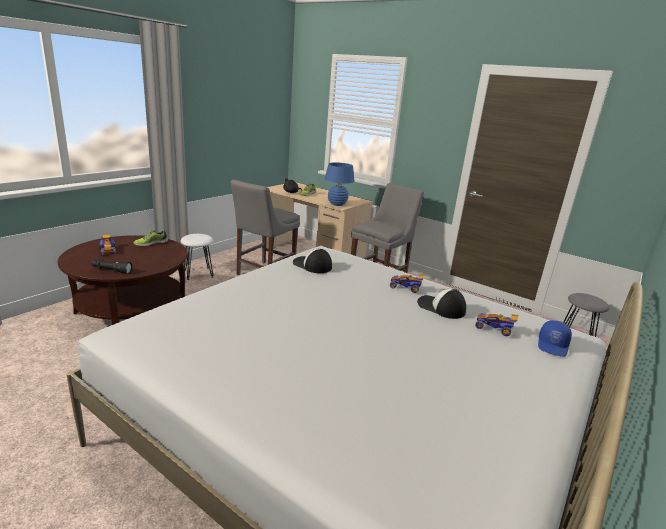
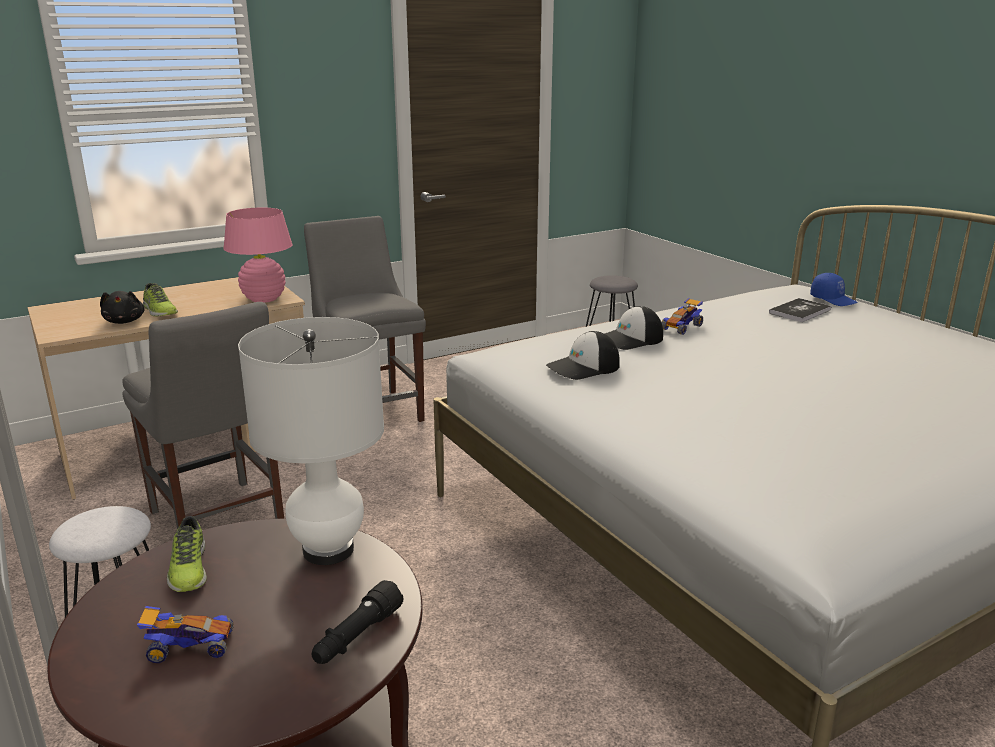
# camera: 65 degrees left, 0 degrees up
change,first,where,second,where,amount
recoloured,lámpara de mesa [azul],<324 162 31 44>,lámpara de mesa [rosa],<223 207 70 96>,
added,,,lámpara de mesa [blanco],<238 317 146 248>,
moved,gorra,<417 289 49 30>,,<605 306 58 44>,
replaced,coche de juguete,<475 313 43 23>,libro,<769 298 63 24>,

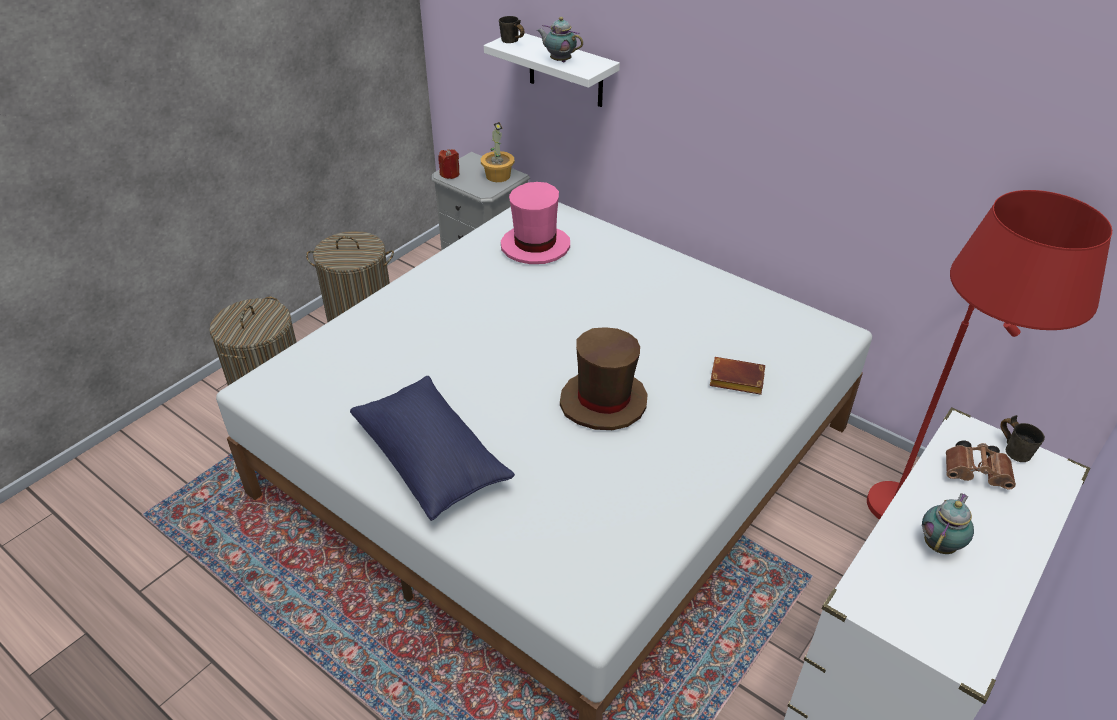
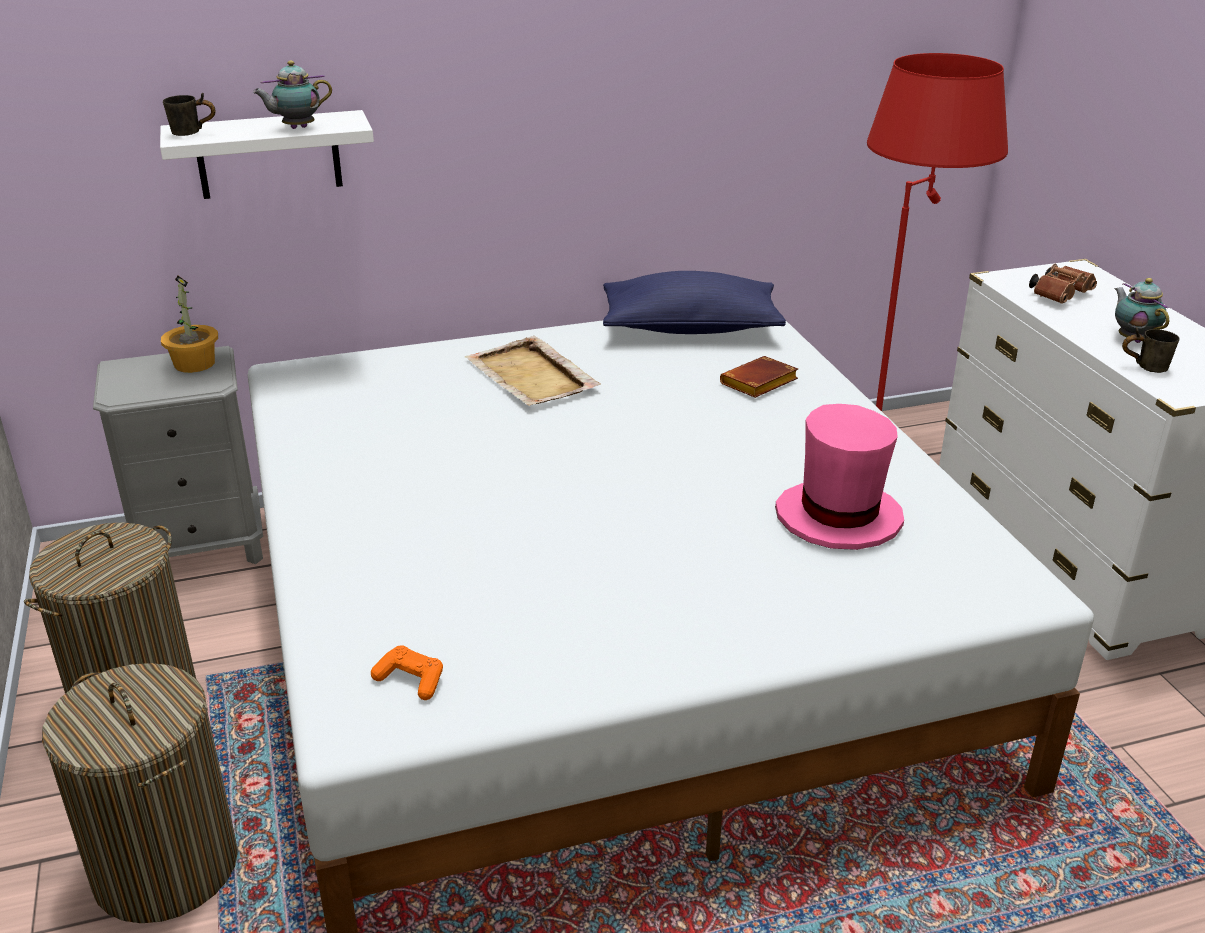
# camera: 55 degrees left, 10 degrees down
change,first,where,second,where,amount
added,,,mando de consola [naranja],<371 645 72 55>,
added,,,bandeja [beis],<465 336 136 70>,
moved,cojín [azul],<350 376 165 145>,,<603 271 183 63>,
moved,sombrero [rosa],<501 182 69 82>,,<775 404 129 146>,
moved,taza grande [gris],<1000 415 45 47>,,<1122 328 58 45>,
removed,vela [rojo],<438 149 21 30>,,,
removed,sombrero [marrón],<560 327 88 103>,,,

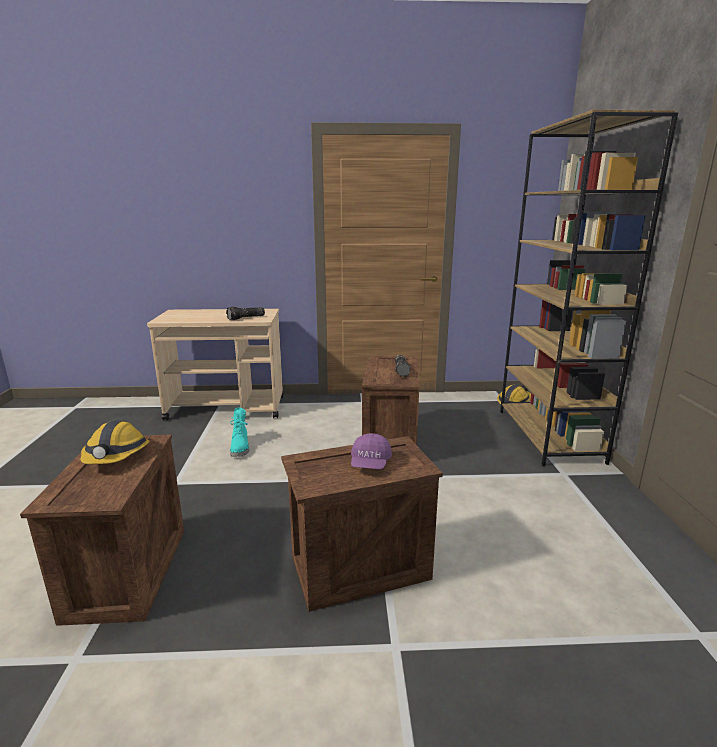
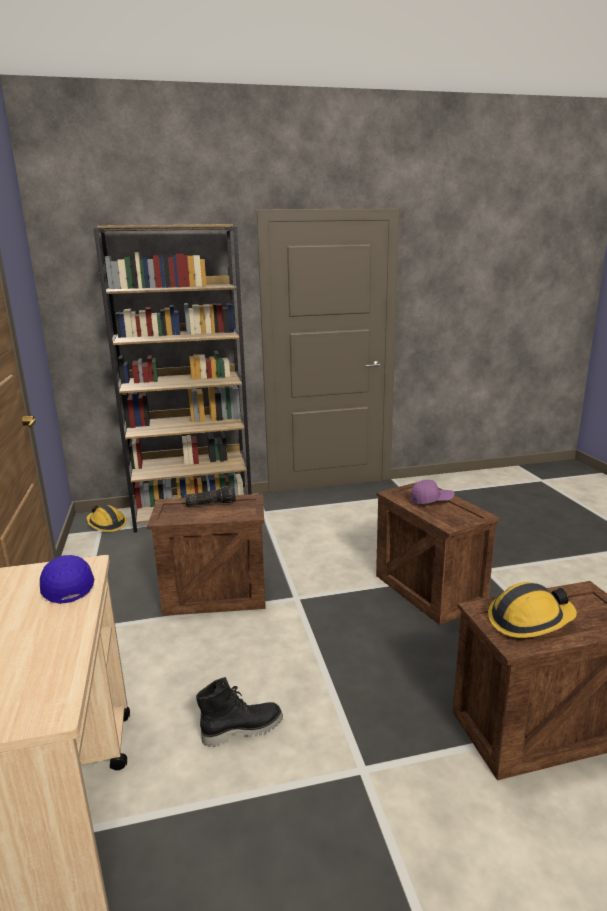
# camera: 100 degrees left, 0 degrees up
change,first,where,second,where,amount
replaced,linterna,<226 307 39 13>,gorra [azul],<40 555 54 49>,
recoloured,bota [turquesa],<230 407 19 50>,bota [negro],<196 677 87 70>,

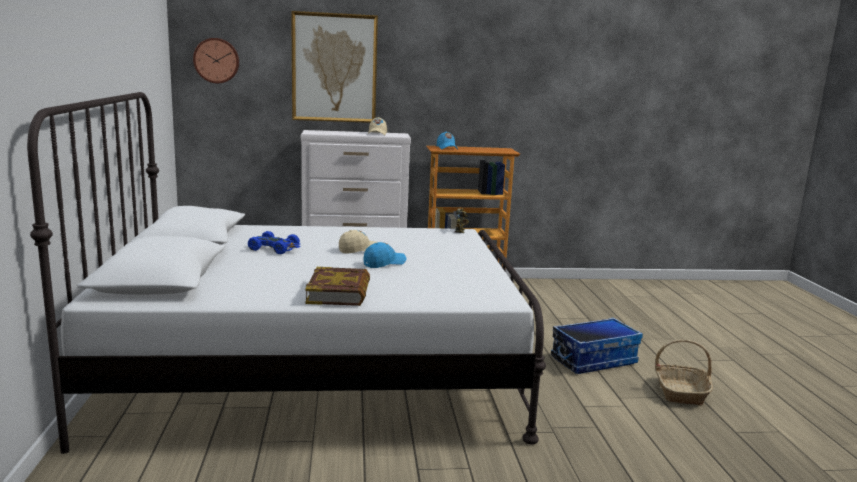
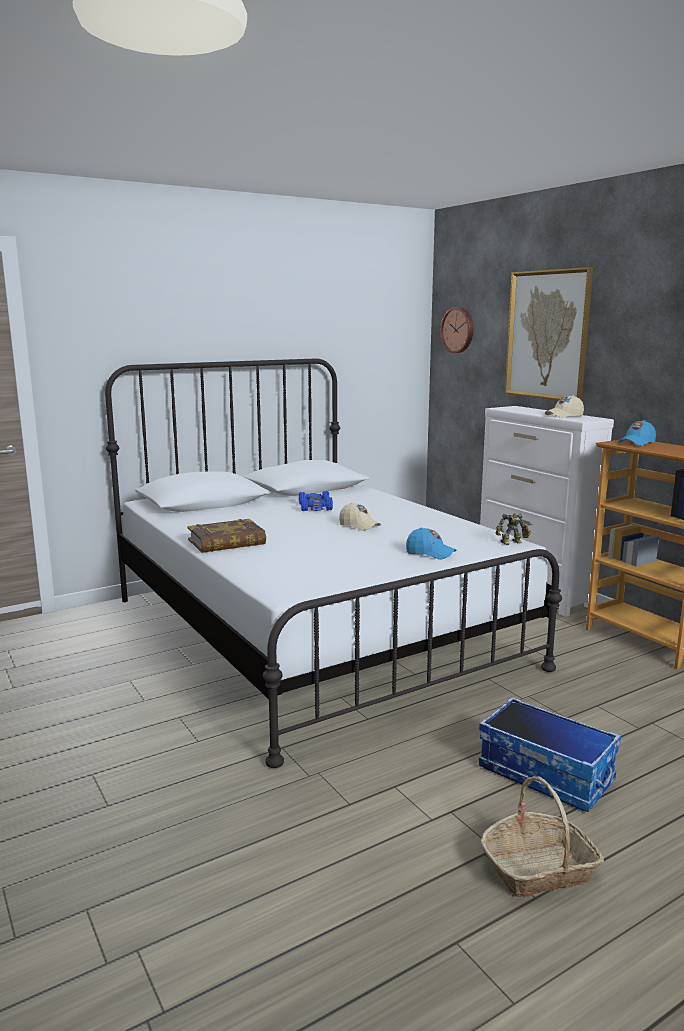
# camera: 65 degrees right, 0 degrees up
change,first,where,second,where,amount
moved,gorra [azul],<363 242 43 26>,,<406 528 50 32>,

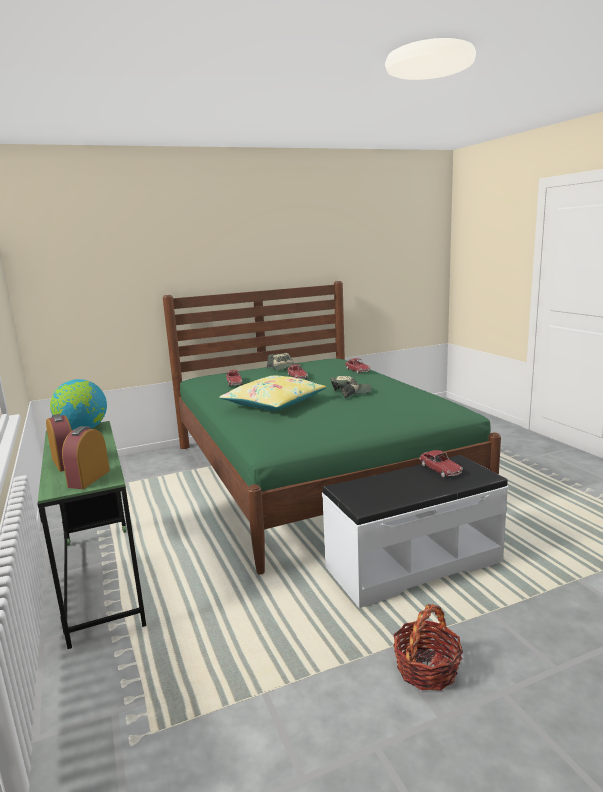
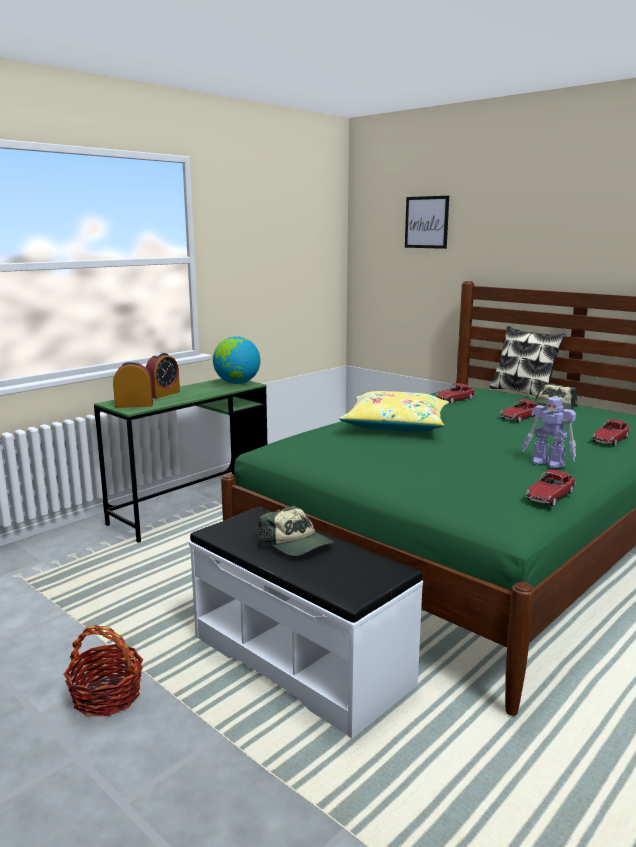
# camera: 65 degrees right, 0 degrees up
change,first,where,second,where,amount
moved,gorra,<331 376 41 22>,,<258 506 76 50>,
added,,,cuadro,<405 196 44 53>,
added,,,cojín,<489 326 76 71>,
added,,,robot de juguete,<522 397 54 71>,
moved,coche de juguete,<420 450 43 28>,,<526 469 50 37>,

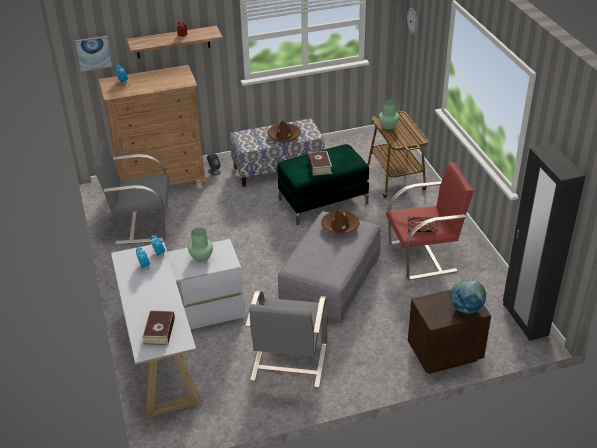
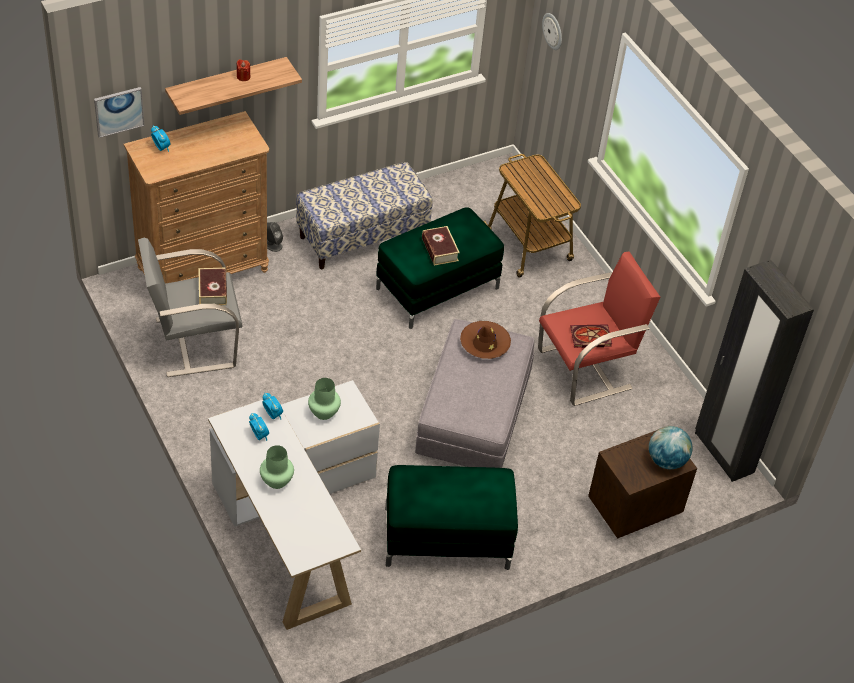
# camera: 15 degrees left, 10 degrees up
change,first,where,second,where,amount
moved,libro,<142 310 33 36>,,<198 268 29 37>,
moved,florero [verde],<379 100 20 30>,,<260 445 34 44>,
replaced,sillón [gris],<245 290 83 98>,puf [verde],<385 465 133 105>,
removed,sombrero [marrón],<267 120 34 23>,,,

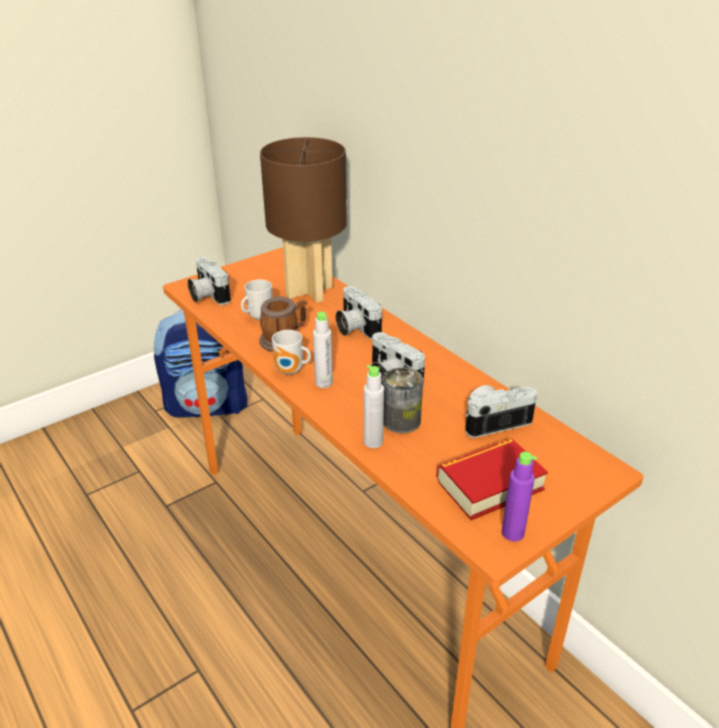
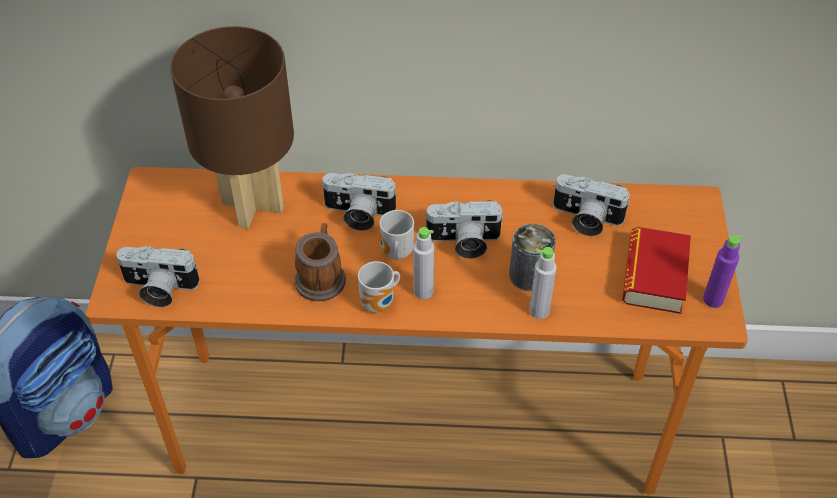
# camera: 50 degrees left, 15 degrees up
change,first,where,second,where,amount
moved,taza grande,<241 280 32 40>,,<380 210 34 50>,
turned,cámara,<465 385 72 53>,,<553 174 77 62>,90 degrees counterclockwise

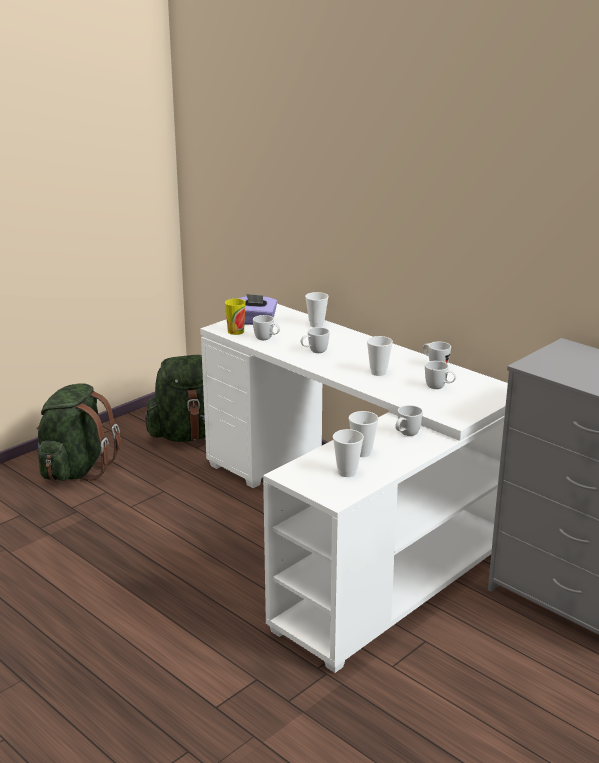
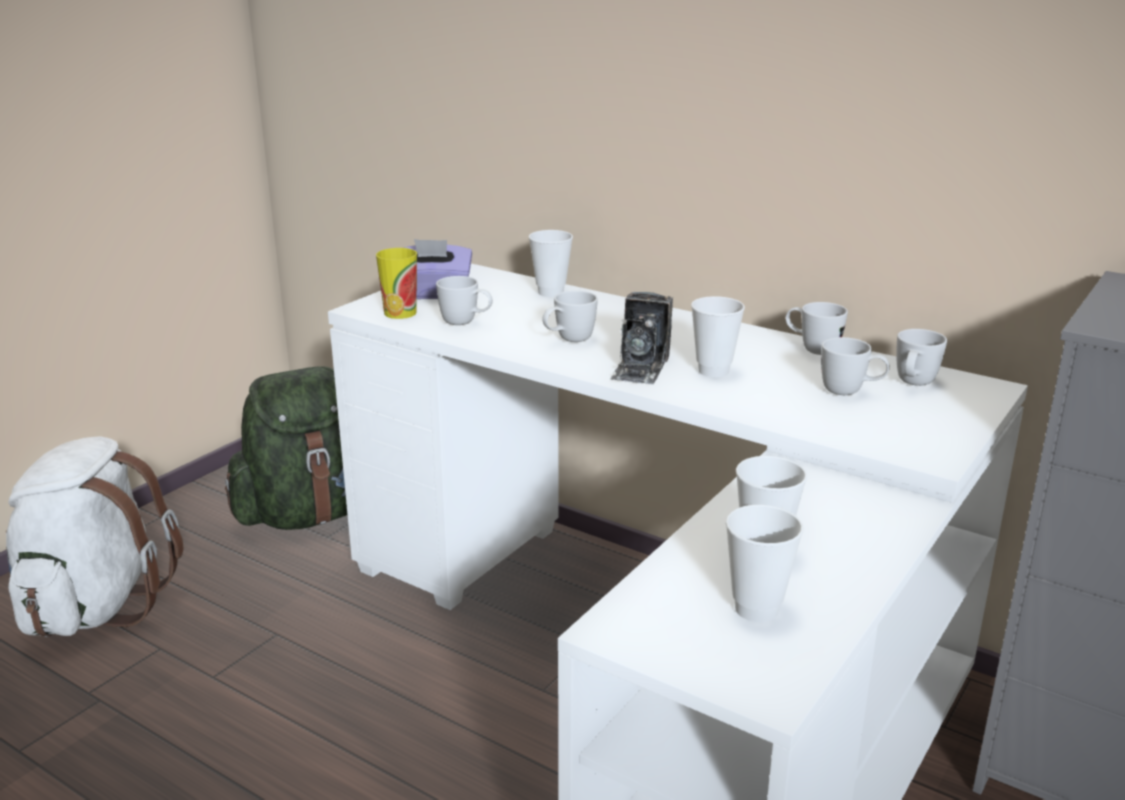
# camera: 10 degrees left, 0 degrees up
change,first,where,second,where,amount
recoloured,mochila [verde],<37 384 84 97>,mochila [blanco],<6 436 178 201>,
added,,,cámara,<610 292 63 92>,
moved,taza grande [blanco],<395 405 28 31>,,<896 329 51 57>,

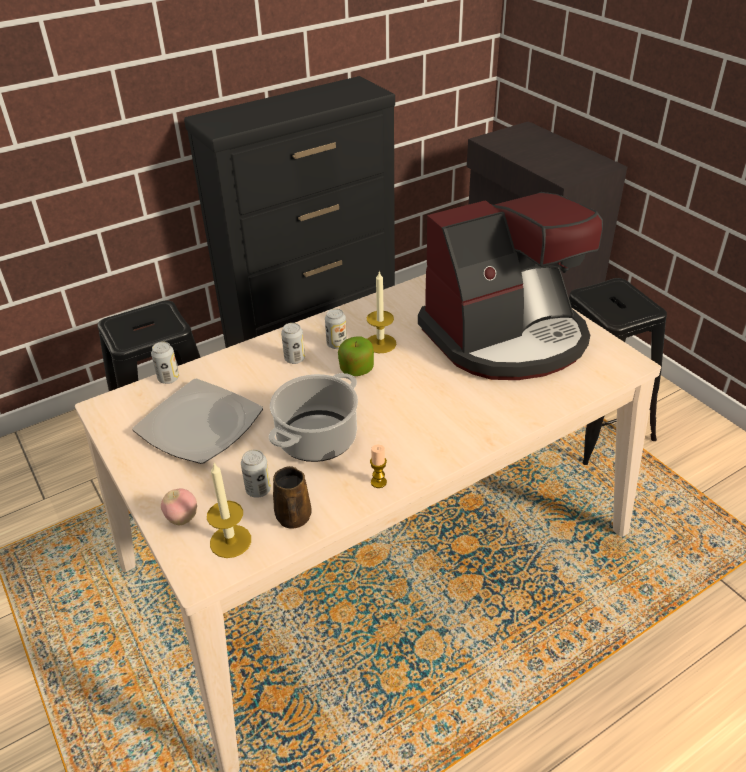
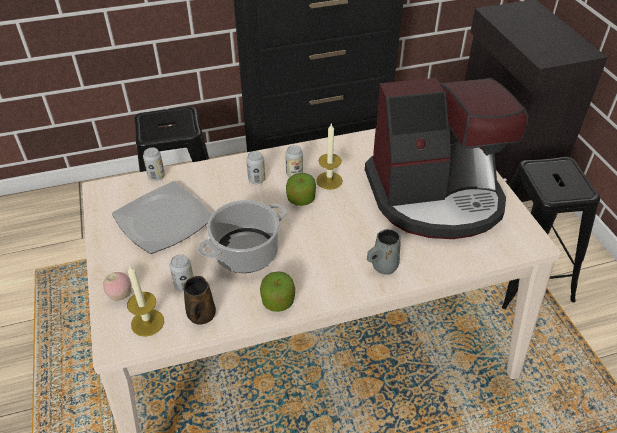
# camera: 15 degrees right, 5 degrees up
change,first,where,second,where,amount
replaced,vela,<370 445 17 43>,manzana,<260 271 35 41>,
added,,,taza grande [gris],<367 229 34 46>,

